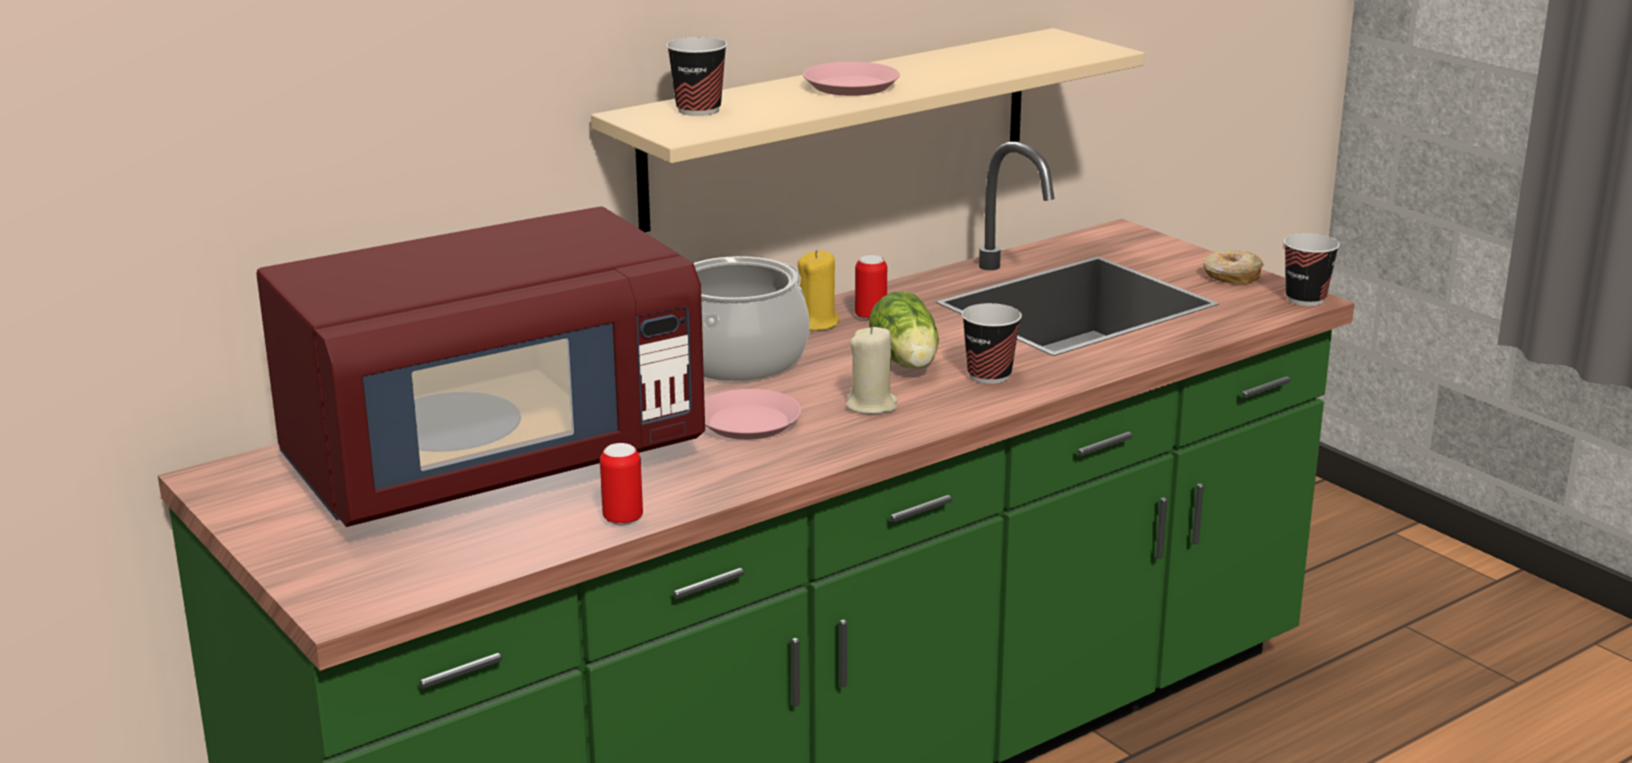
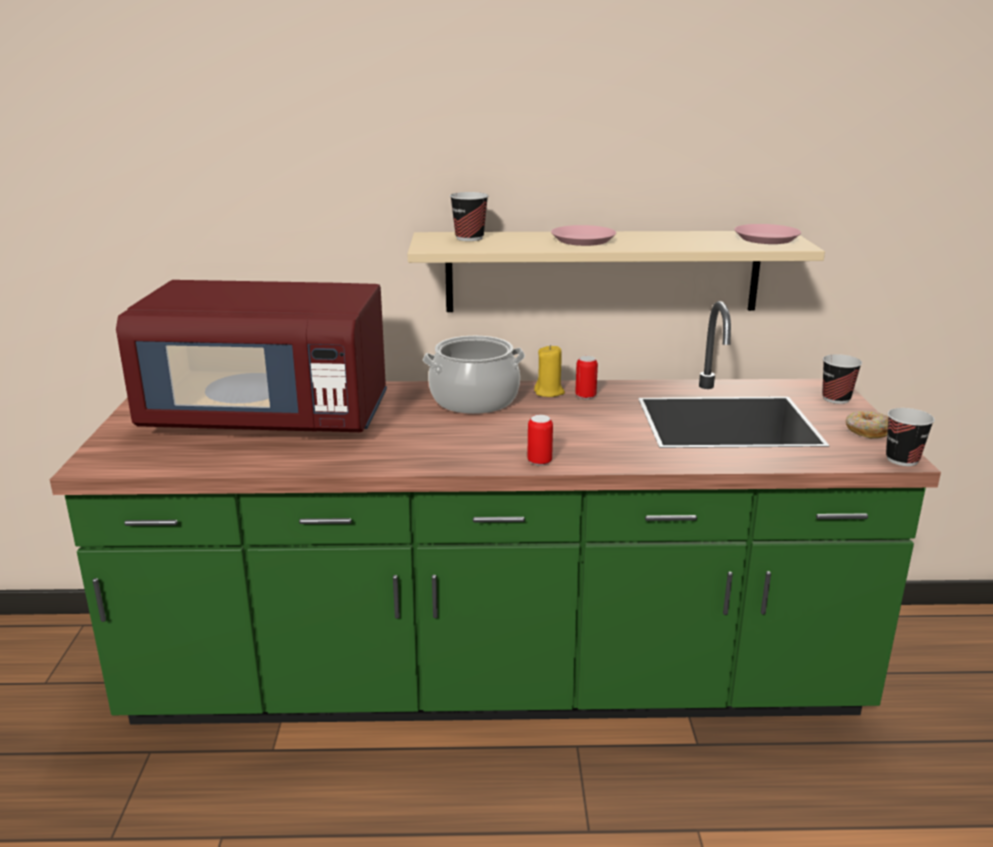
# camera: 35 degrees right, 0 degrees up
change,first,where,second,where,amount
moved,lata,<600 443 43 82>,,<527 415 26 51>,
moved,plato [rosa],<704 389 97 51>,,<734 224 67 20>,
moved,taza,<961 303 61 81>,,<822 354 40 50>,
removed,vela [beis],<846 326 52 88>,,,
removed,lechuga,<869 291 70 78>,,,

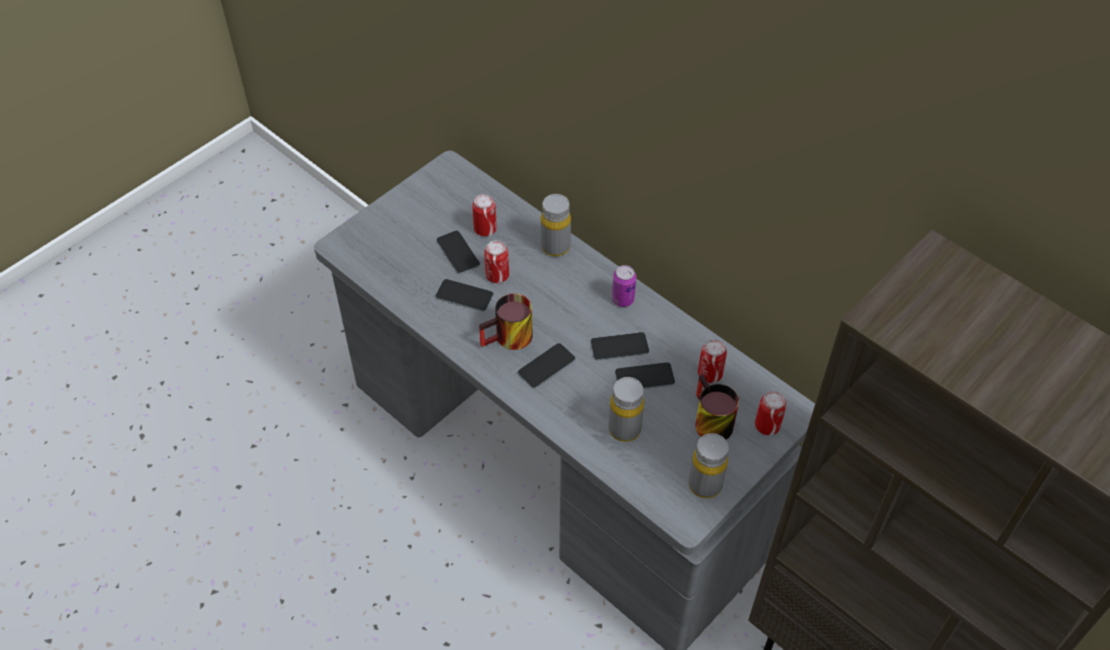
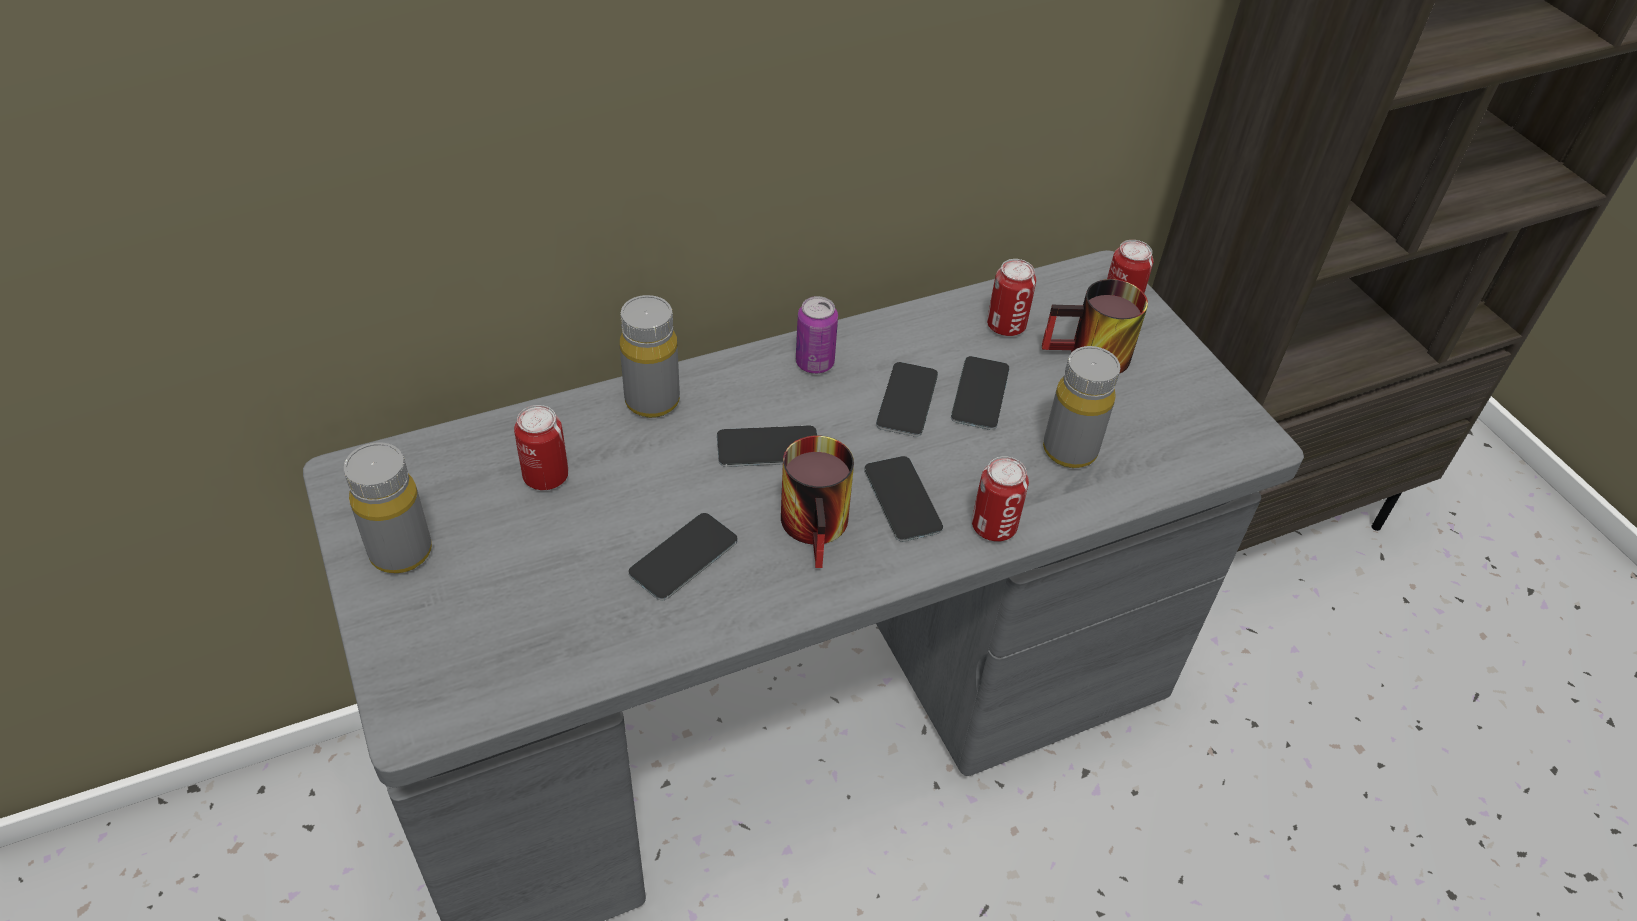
# camera: 70 degrees left, 5 degrees down
change,first,where,second,where,amount
moved,botella [gris],<689 433 40 65>,,<344 442 88 131>,
moved,móvil,<436 231 44 43>,,<717 425 100 42>,
moved,lata,<484 240 25 43>,,<972 456 57 85>,

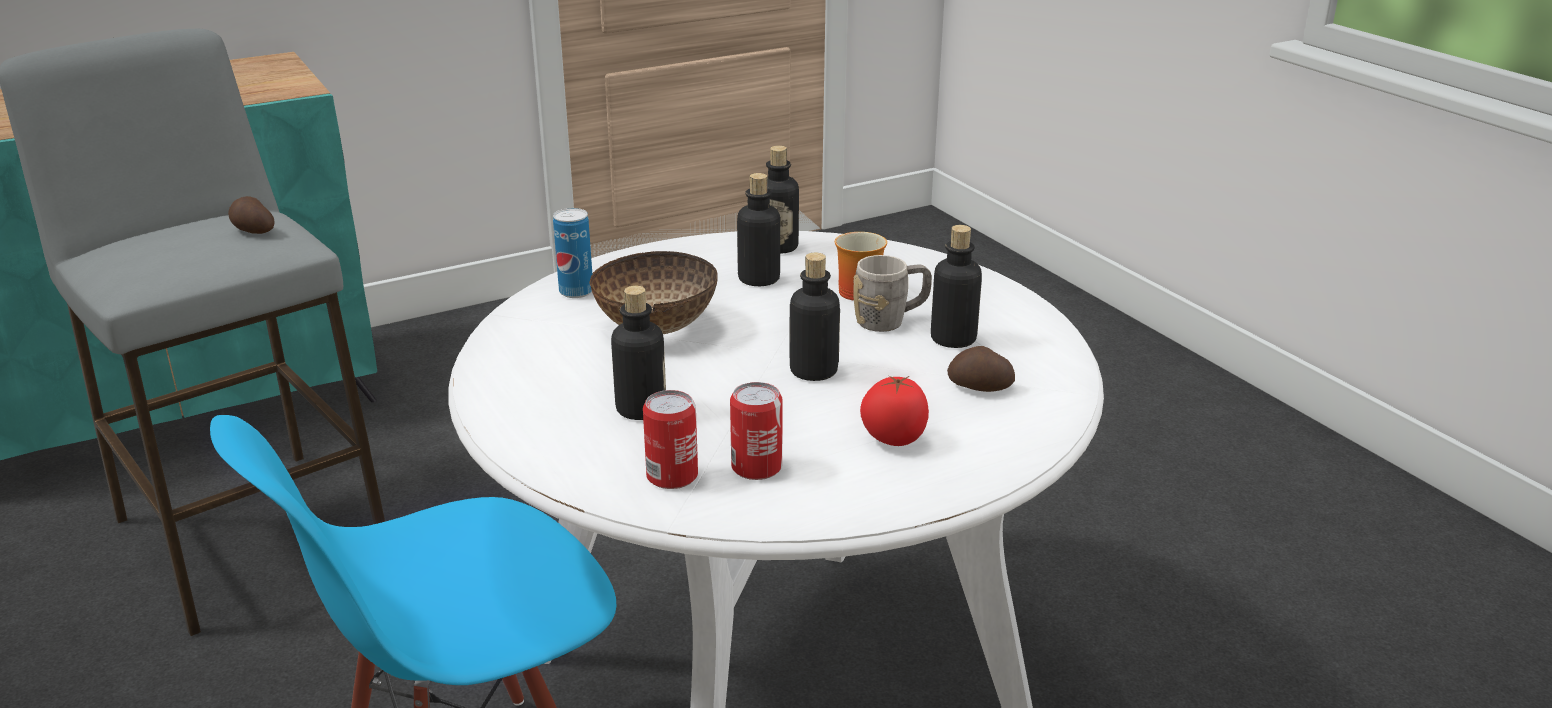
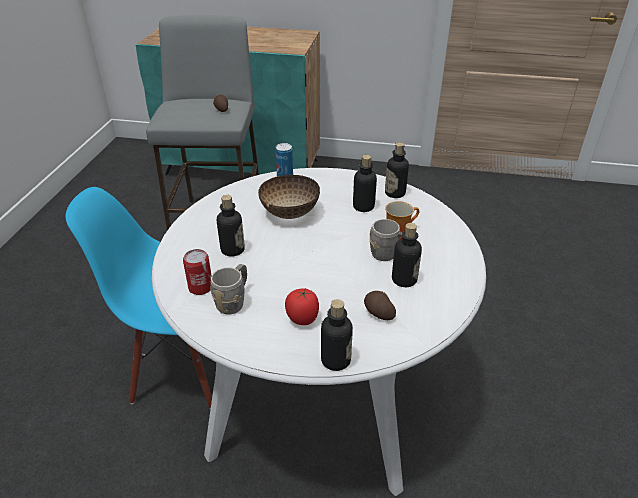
# camera: 40 degrees right, 10 degrees up
change,first,where,second,where,amount
replaced,lata,<730 382 52 98>,taza grande [gris],<210 264 37 50>,
moved,botella,<789 253 51 128>,,<321 299 32 72>,

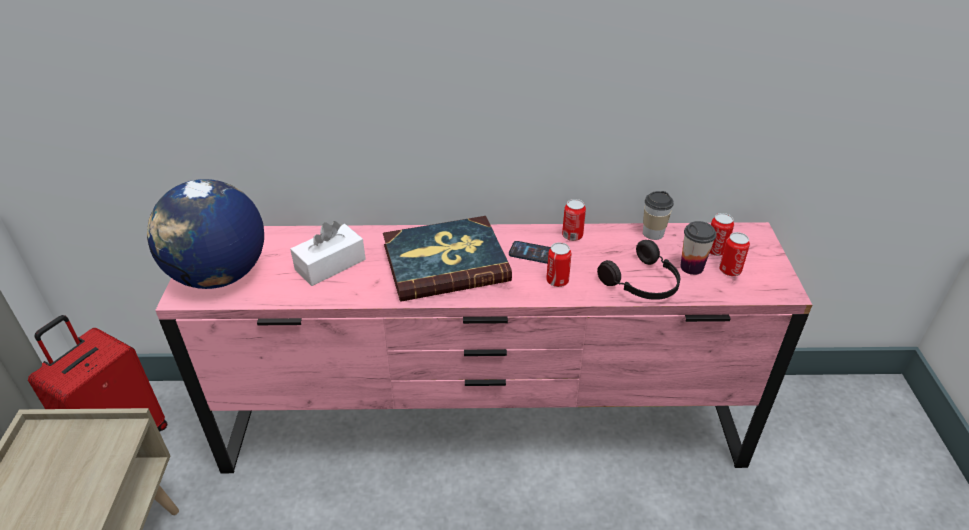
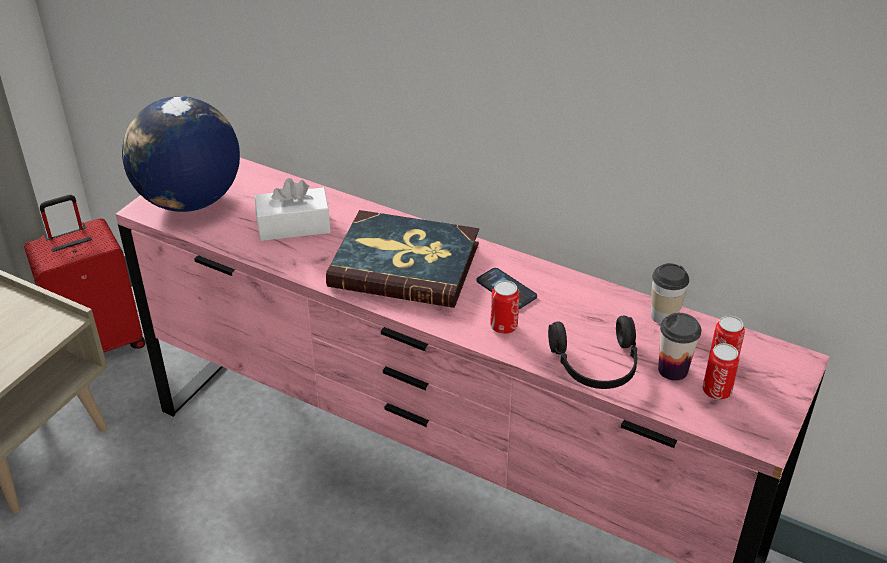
# camera: 30 degrees right, 0 degrees up
change,first,where,second,where,amount
removed,lata,<562 199 24 42>,,,

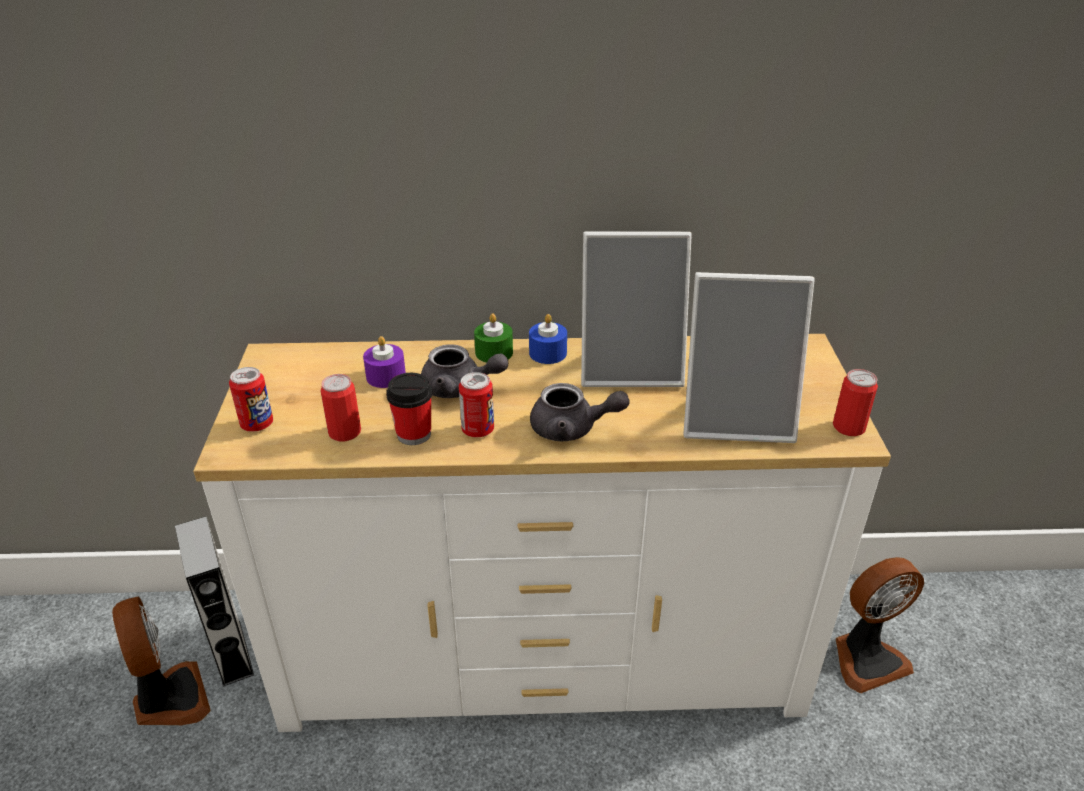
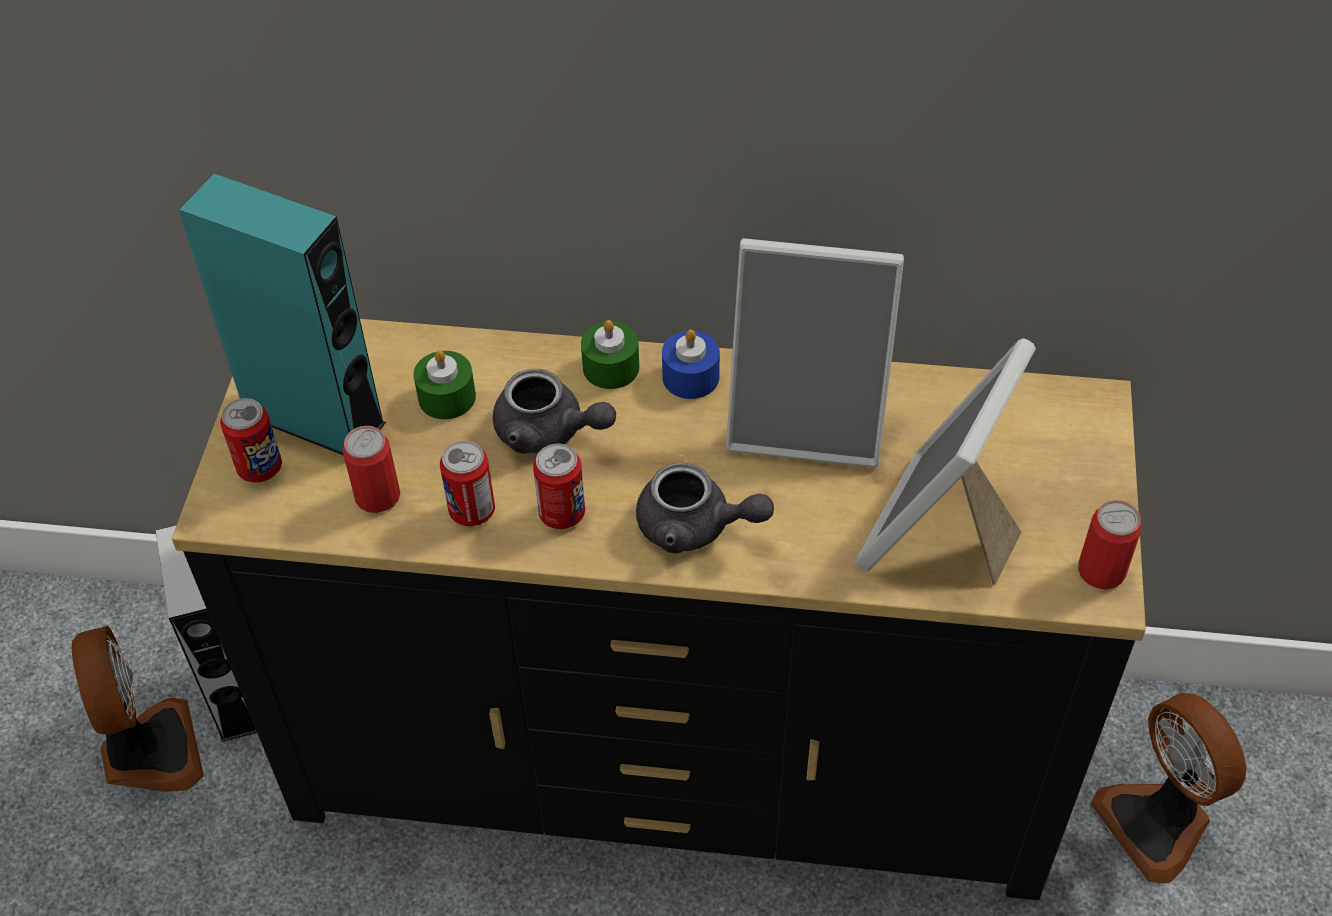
# camera: 10 degrees right, 15 degrees up
change,first,where,second,where,amount
recoloured,cómoda [blanco],<193 334 698 398>,cómoda [negro],<172 319 974 581>,
added,,,altavoz [turquesa],<179 173 207 282>,
recoloured,vela [morado],<363 336 43 52>,vela [verde],<414 350 62 70>,
replaced,taza,<386 373 47 72>,lata,<440 441 55 85>,
turned,portarretratos,<683 272 132 171>,,<855 338 181 247>,105 degrees clockwise
turned,ventilador,<836 557 88 136>,,<1090 693 157 191>,75 degrees clockwise

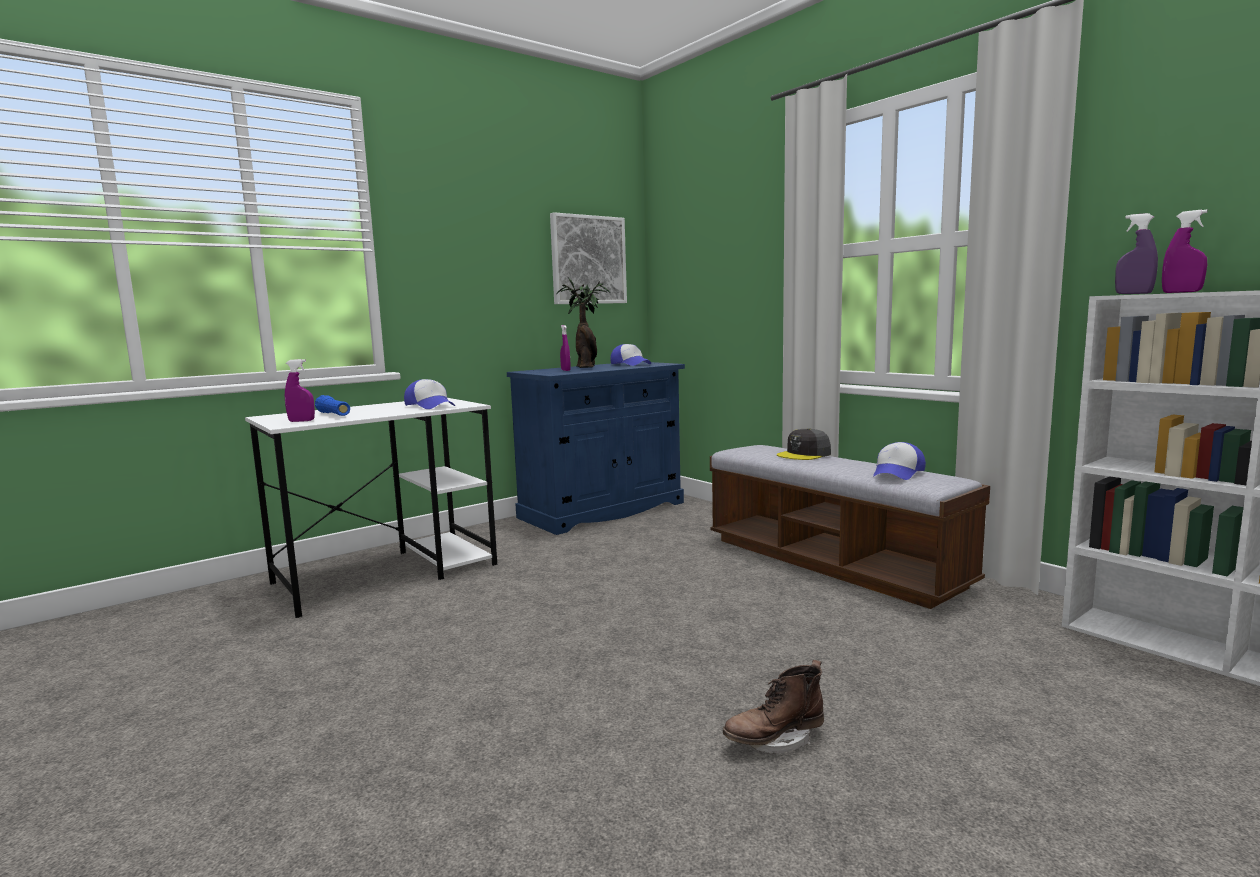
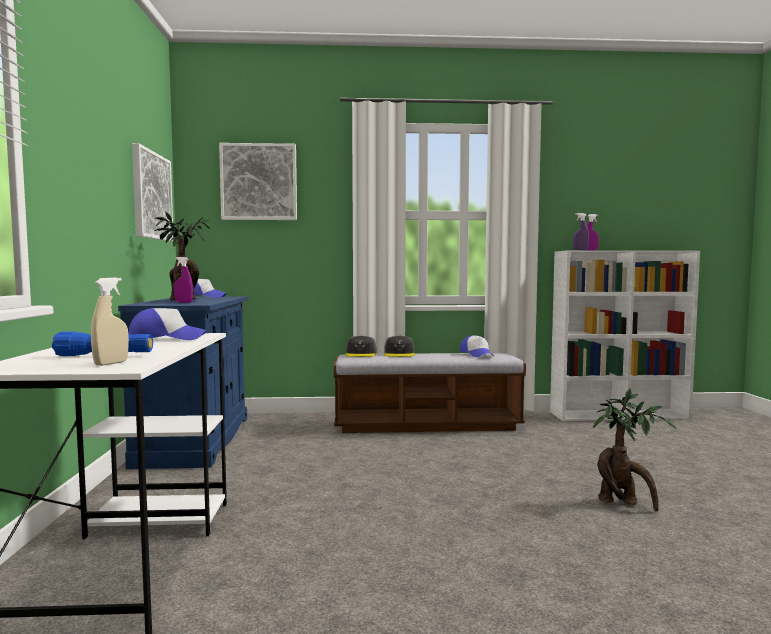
# camera: 55 degrees left, 5 degrees down
change,first,where,second,where,amount
recoloured,pulverizador [morado],<285 359 30 63>,pulverizador [beis],<91 277 38 89>,
added,,,cuadro,<219 143 78 77>,
added,,,gorra [gris],<345 335 31 22>,
replaced,bota [marrón],<723 660 101 94>,planta en maceta,<593 387 84 125>,

